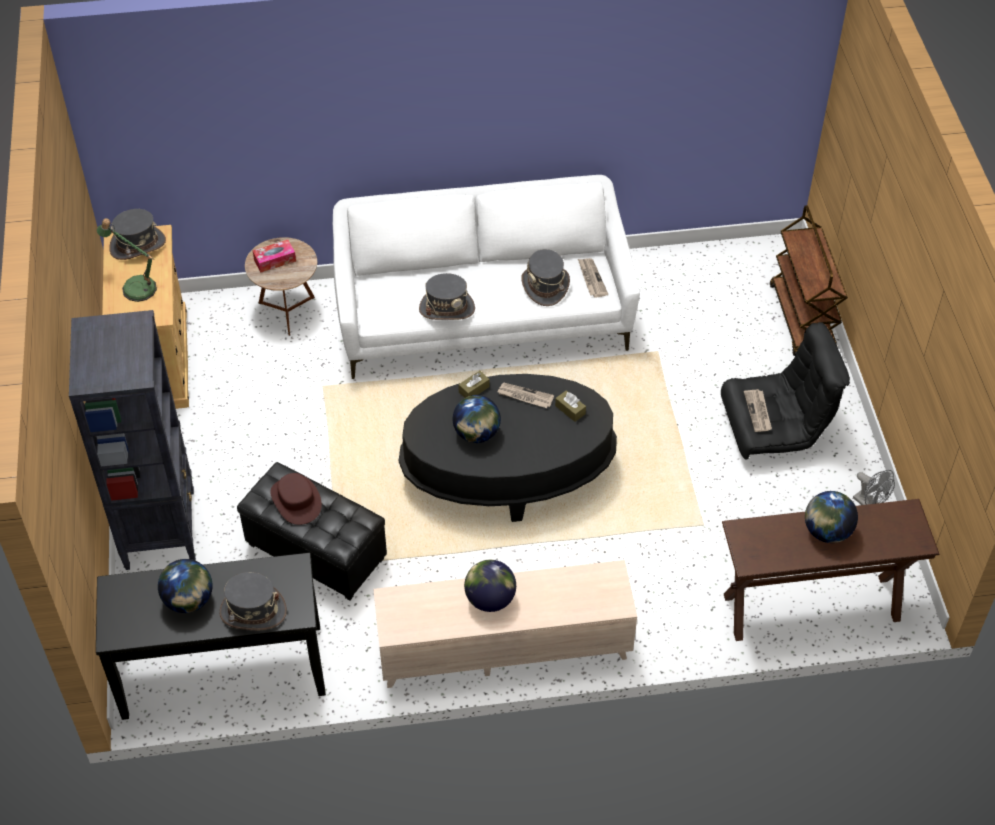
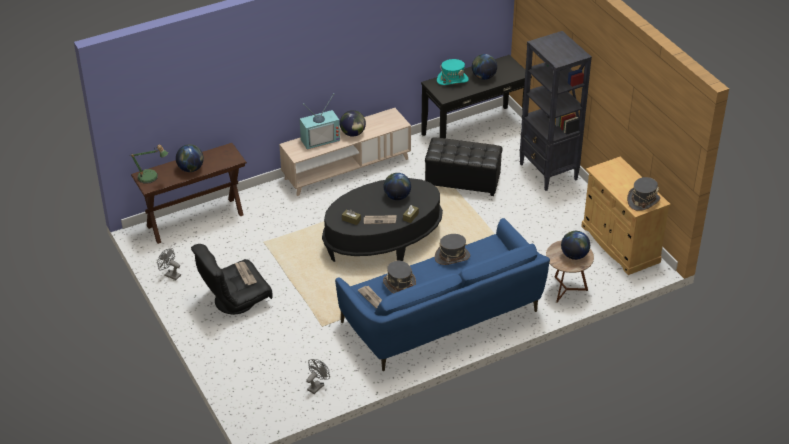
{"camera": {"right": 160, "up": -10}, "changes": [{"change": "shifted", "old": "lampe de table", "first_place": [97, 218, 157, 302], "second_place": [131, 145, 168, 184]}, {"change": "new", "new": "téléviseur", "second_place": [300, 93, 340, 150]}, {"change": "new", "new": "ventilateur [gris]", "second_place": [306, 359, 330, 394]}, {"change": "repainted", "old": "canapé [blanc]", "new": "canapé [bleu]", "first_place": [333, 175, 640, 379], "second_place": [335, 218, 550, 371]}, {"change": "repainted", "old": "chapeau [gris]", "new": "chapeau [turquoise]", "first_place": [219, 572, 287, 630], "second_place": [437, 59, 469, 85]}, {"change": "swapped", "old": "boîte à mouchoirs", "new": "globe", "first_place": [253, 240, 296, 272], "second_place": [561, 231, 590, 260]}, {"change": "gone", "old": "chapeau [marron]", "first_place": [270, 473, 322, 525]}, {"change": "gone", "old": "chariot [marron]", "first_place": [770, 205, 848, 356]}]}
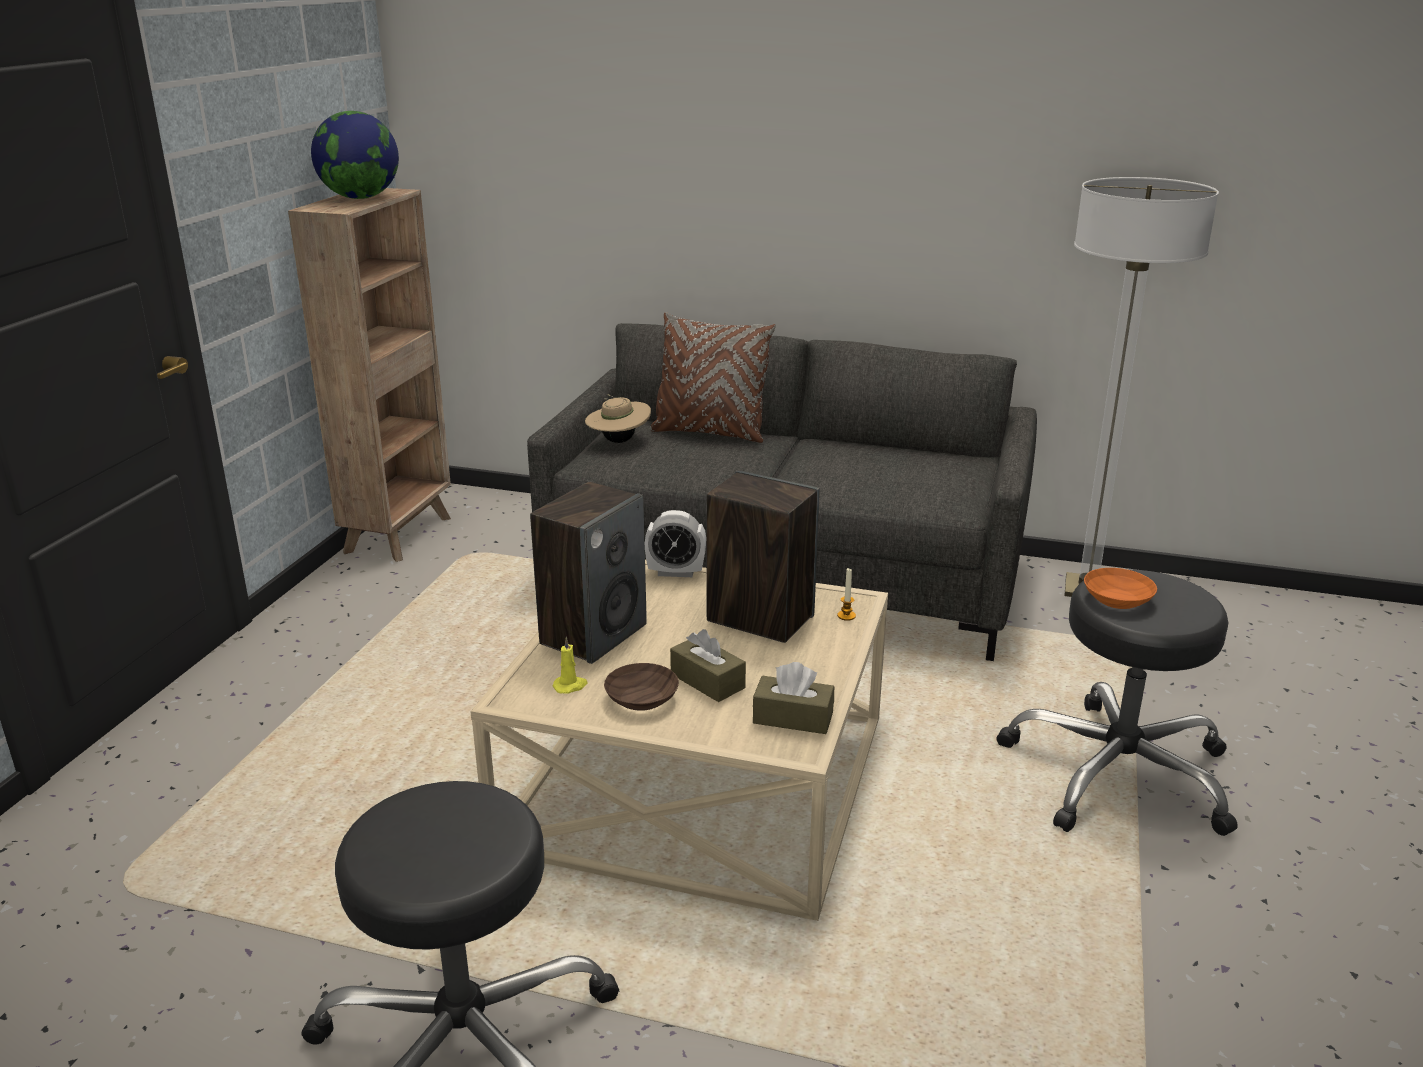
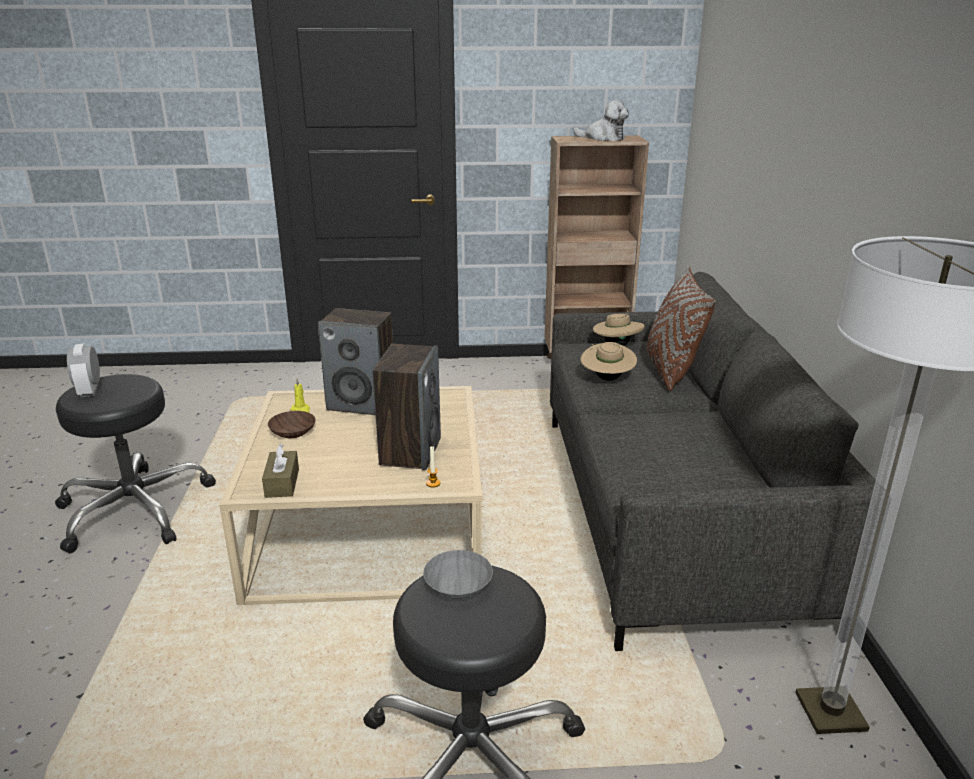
{"camera": {"right": 70, "up": 0}, "changes": [{"change": "shifted", "old": "réveil", "first_place": [645, 510, 706, 577], "second_place": [67, 344, 100, 397]}, {"change": "repainted", "old": "bol [orange]", "new": "bol [gris]", "first_place": [1084, 568, 1157, 609], "second_place": [423, 550, 493, 599]}, {"change": "swapped", "old": "globe", "new": "peluche", "first_place": [311, 111, 399, 199], "second_place": [573, 100, 629, 141]}, {"change": "new", "new": "chapeau [beige]", "second_place": [581, 342, 637, 381]}, {"change": "gone", "old": "boîte à mouchoirs [marron]", "first_place": [670, 629, 746, 702]}]}
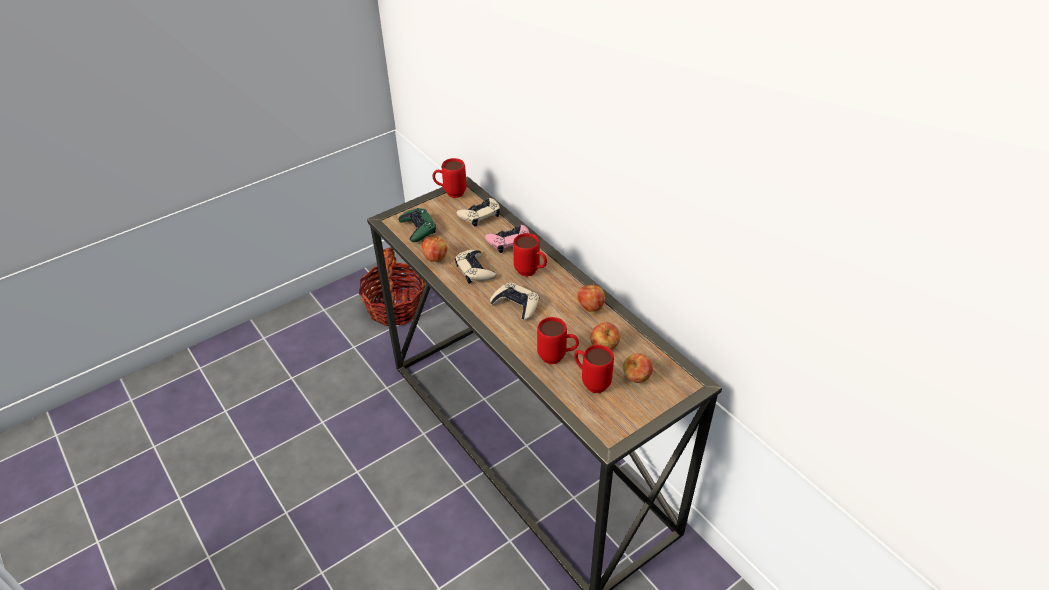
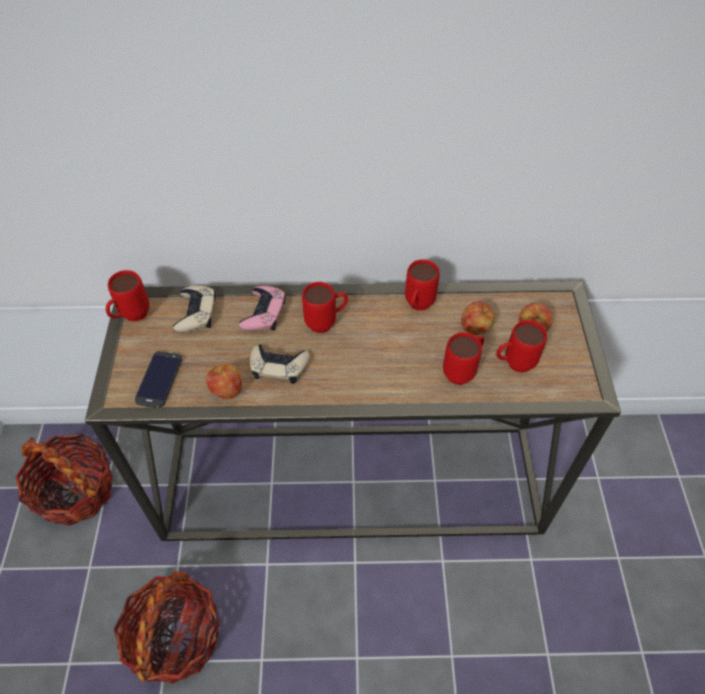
{"camera": {"right": -55, "up": 10}, "changes": [{"change": "new", "new": "panier", "second_place": [114, 571, 220, 684]}, {"change": "swapped", "old": "manette [vert]", "new": "téléphone", "first_place": [398, 208, 436, 242], "second_place": [135, 351, 182, 408]}, {"change": "swapped", "old": "pomme", "new": "mug [rouge]", "first_place": [577, 284, 605, 312], "second_place": [405, 259, 440, 310]}, {"change": "gone", "old": "manette [beige]", "first_place": [490, 283, 539, 321]}]}
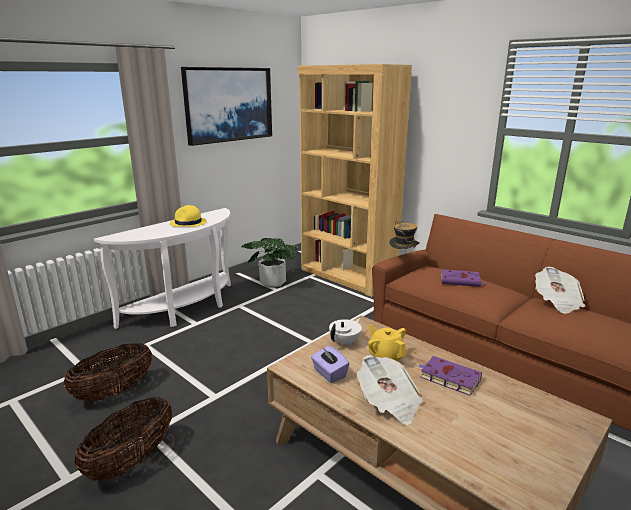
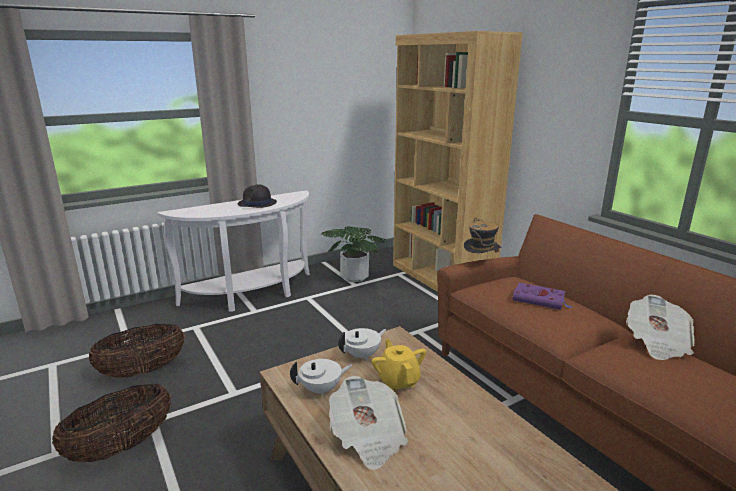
{"camera": {"right": 15, "up": 0}, "changes": [{"change": "repainted", "old": "chapeau [jaune]", "new": "chapeau [noir]", "first_place": [170, 205, 207, 227], "second_place": [238, 184, 277, 208]}, {"change": "swapped", "old": "boîte à mouchoirs [violet]", "new": "théière [blanc]", "first_place": [311, 346, 349, 383], "second_place": [290, 359, 352, 397]}, {"change": "gone", "old": "tableau", "first_place": [181, 67, 272, 146]}, {"change": "gone", "old": "livre [violet]", "first_place": [418, 356, 482, 396]}]}
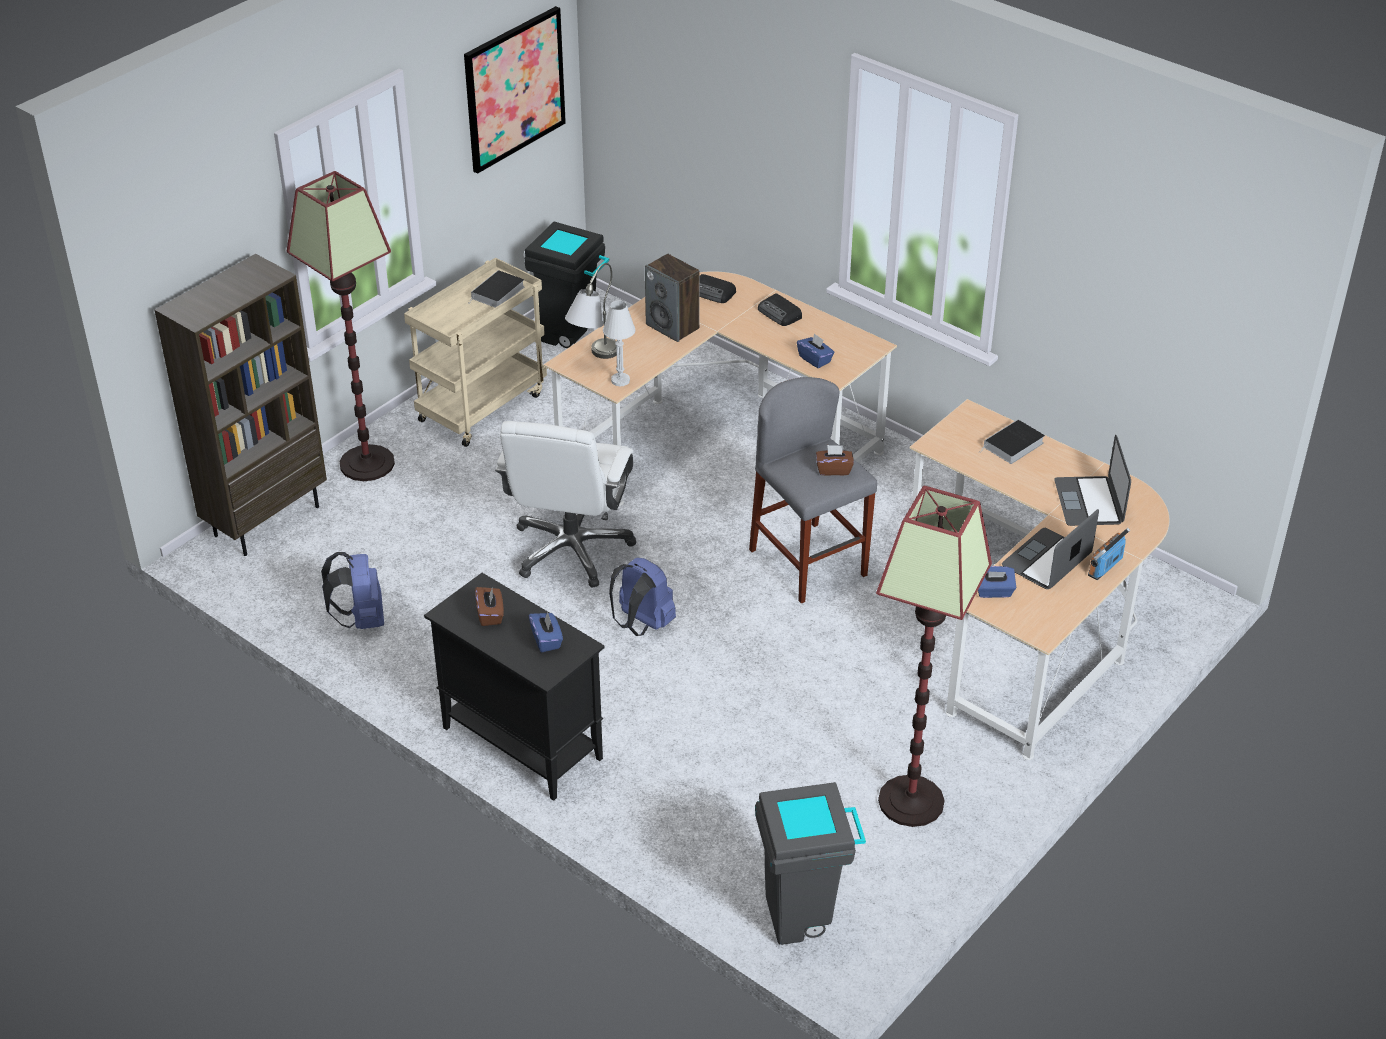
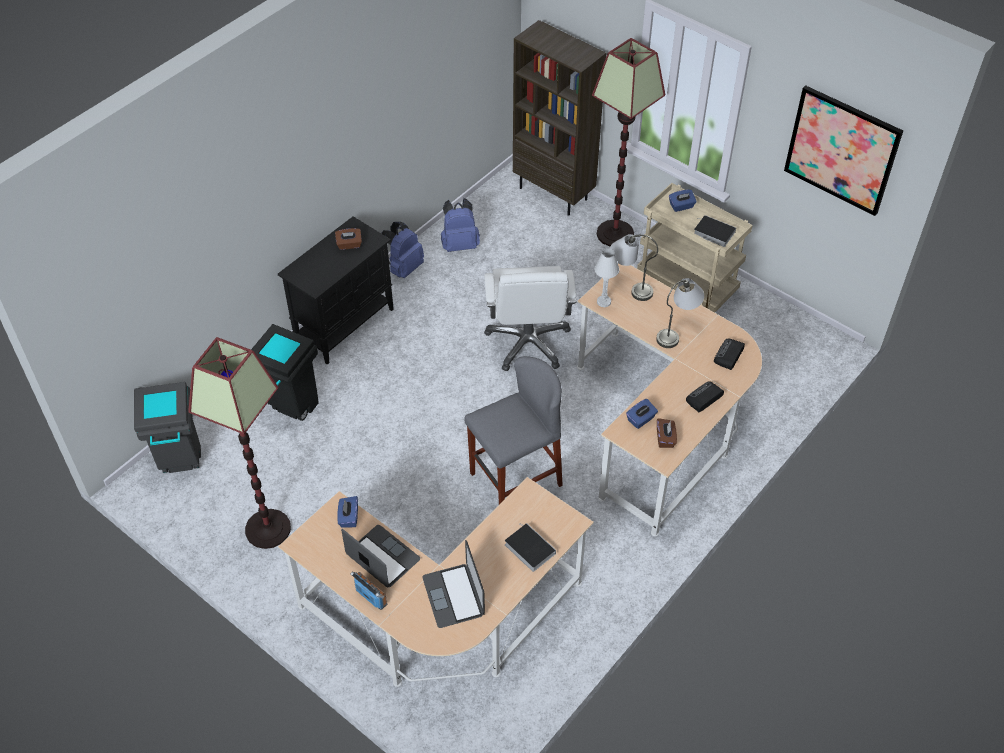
{"camera": {"right": 90, "up": 10}, "changes": [{"change": "shifted", "old": "poubelle [noir]", "first_place": [524, 222, 610, 348], "second_place": [251, 324, 319, 421]}, {"change": "shifted", "old": "sac à dos [bleu]", "first_place": [609, 557, 676, 636], "second_place": [381, 222, 424, 278]}, {"change": "rotated", "old": "ordinateur portable", "first_place": [1054, 435, 1131, 526], "second_place": [422, 540, 485, 628], "degrees": -105}, {"change": "rotated", "old": "chaise de bureau [blanc]", "first_place": [495, 421, 636, 588], "second_place": [484, 266, 576, 371], "degrees": -105}, {"change": "swapped", "old": "enceinte", "new": "lampe de table [gris]", "first_place": [645, 254, 700, 342], "second_place": [656, 278, 704, 348]}, {"change": "shifted", "old": "boîte à mouchoirs [marron]", "first_place": [816, 445, 854, 475], "second_place": [657, 418, 677, 448]}, {"change": "shifted", "old": "boîte à mouchoirs [bleu]", "first_place": [529, 612, 563, 652], "second_place": [669, 190, 697, 212]}]}
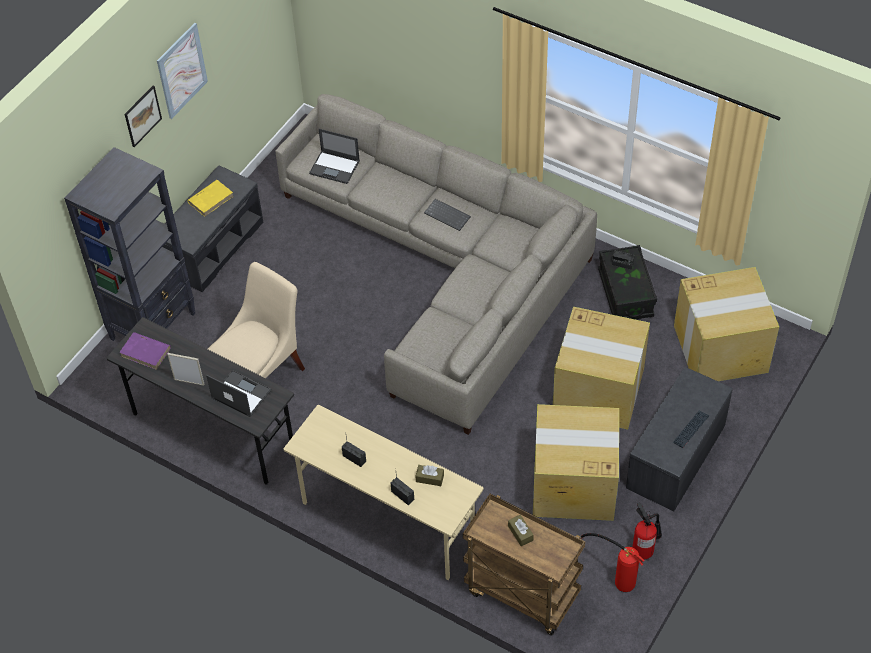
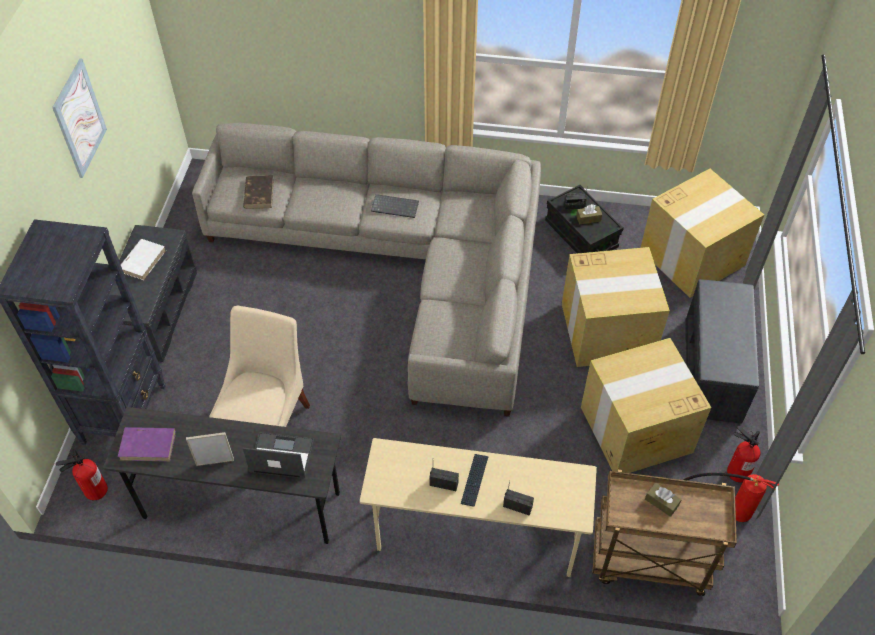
{"camera": {"right": -25, "up": 0}, "changes": [{"change": "new", "new": "extincteur", "second_place": [56, 449, 108, 500]}, {"change": "repainted", "old": "livre [jaune]", "new": "livre [blanc]", "first_place": [187, 180, 234, 217], "second_place": [121, 239, 166, 280]}, {"change": "swapped", "old": "ordinateur portable", "new": "livre [marron]", "first_place": [309, 129, 360, 184], "second_place": [243, 175, 274, 209]}, {"change": "shifted", "old": "clavier", "first_place": [673, 410, 709, 448], "second_place": [461, 454, 489, 507]}, {"change": "shifted", "old": "boîte à mouchoirs [marron]", "first_place": [415, 465, 444, 486], "second_place": [576, 204, 602, 225]}, {"change": "gone", "old": "tableau", "first_place": [125, 86, 162, 147]}]}
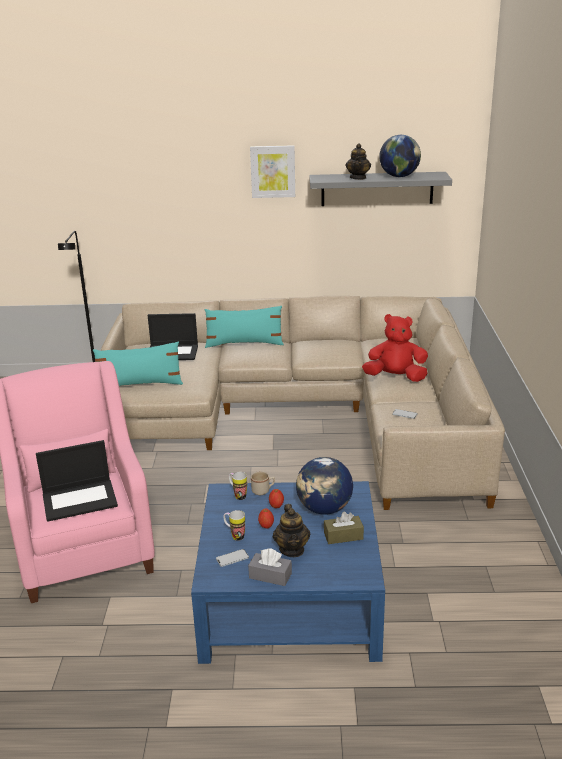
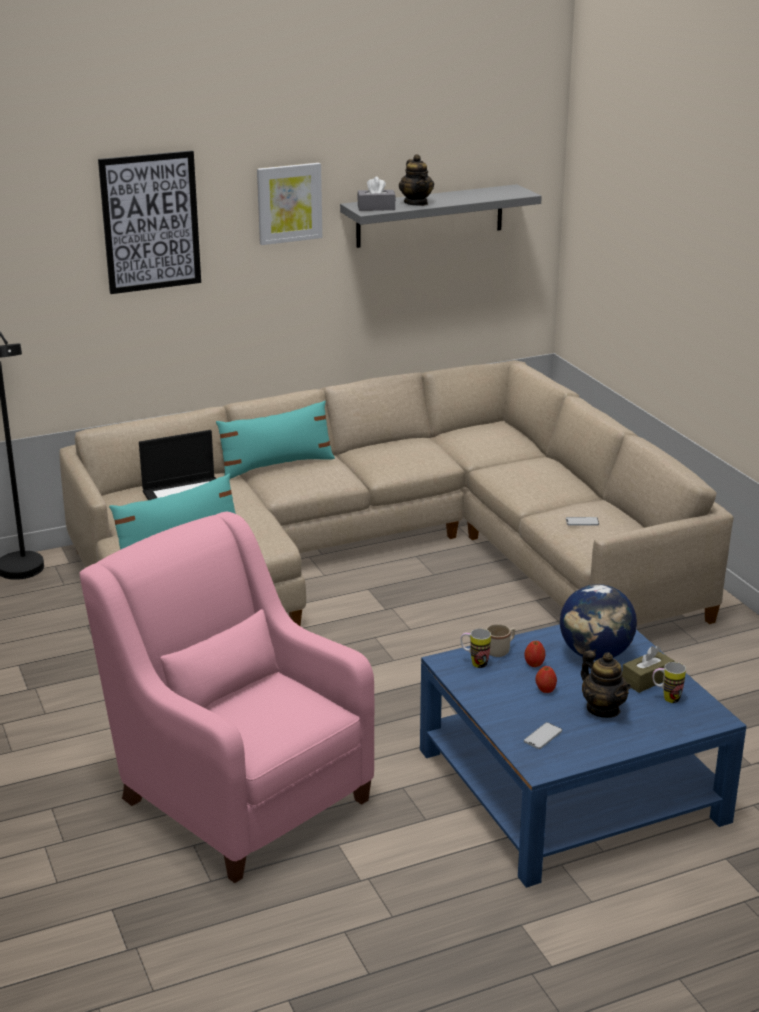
{"camera": {"right": -25, "up": 0}, "changes": [{"change": "new", "new": "tableau", "second_place": [98, 150, 201, 294]}, {"change": "shifted", "old": "boîte à mouchoirs [gris]", "first_place": [248, 548, 292, 586], "second_place": [357, 177, 396, 211]}, {"change": "shifted", "old": "mug", "first_place": [223, 510, 245, 541], "second_place": [653, 662, 686, 703]}, {"change": "gone", "old": "ordinateur portable", "first_place": [36, 440, 118, 522]}, {"change": "gone", "old": "peluche [rouge]", "first_place": [362, 314, 428, 382]}, {"change": "gone", "old": "globe", "first_place": [379, 135, 421, 177]}]}
